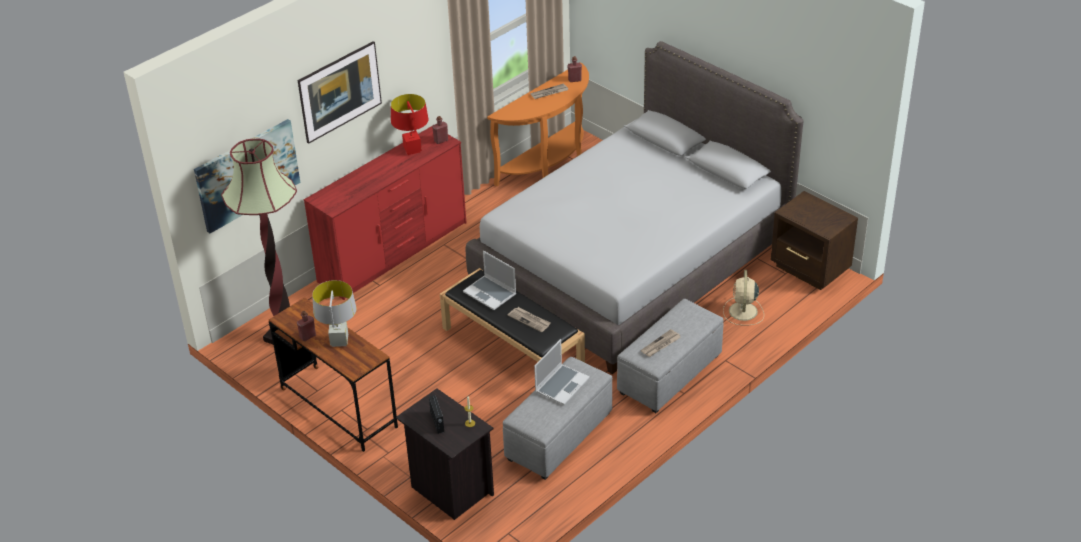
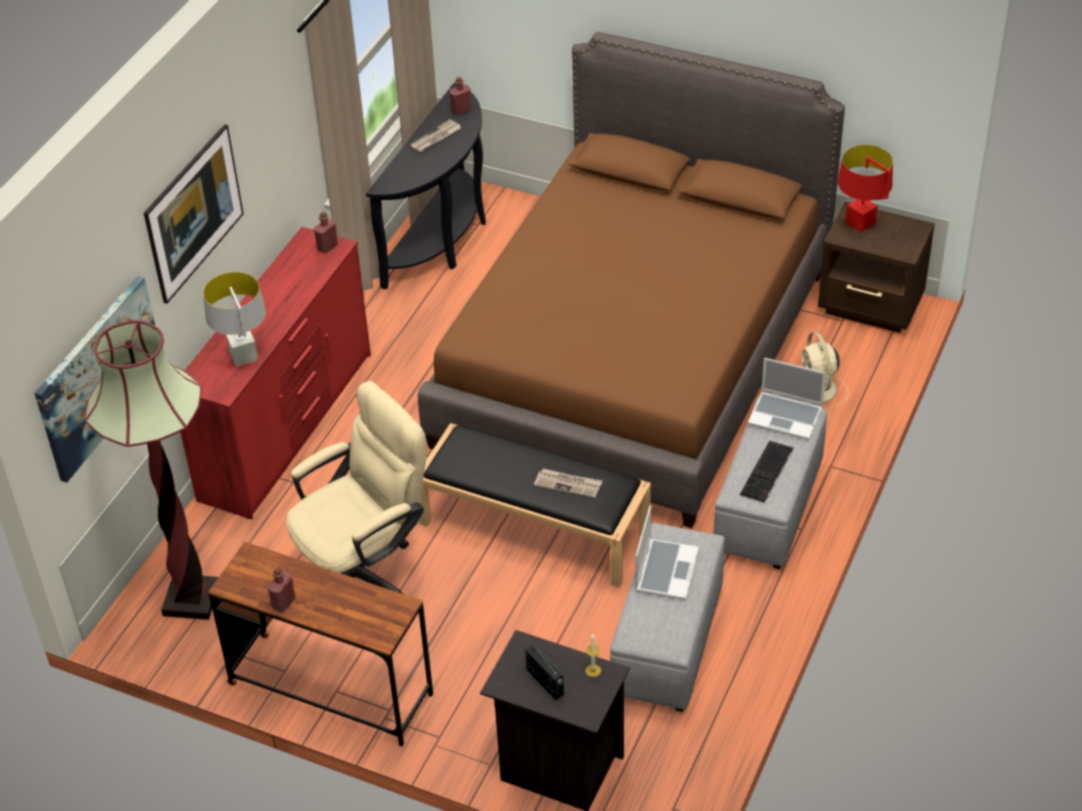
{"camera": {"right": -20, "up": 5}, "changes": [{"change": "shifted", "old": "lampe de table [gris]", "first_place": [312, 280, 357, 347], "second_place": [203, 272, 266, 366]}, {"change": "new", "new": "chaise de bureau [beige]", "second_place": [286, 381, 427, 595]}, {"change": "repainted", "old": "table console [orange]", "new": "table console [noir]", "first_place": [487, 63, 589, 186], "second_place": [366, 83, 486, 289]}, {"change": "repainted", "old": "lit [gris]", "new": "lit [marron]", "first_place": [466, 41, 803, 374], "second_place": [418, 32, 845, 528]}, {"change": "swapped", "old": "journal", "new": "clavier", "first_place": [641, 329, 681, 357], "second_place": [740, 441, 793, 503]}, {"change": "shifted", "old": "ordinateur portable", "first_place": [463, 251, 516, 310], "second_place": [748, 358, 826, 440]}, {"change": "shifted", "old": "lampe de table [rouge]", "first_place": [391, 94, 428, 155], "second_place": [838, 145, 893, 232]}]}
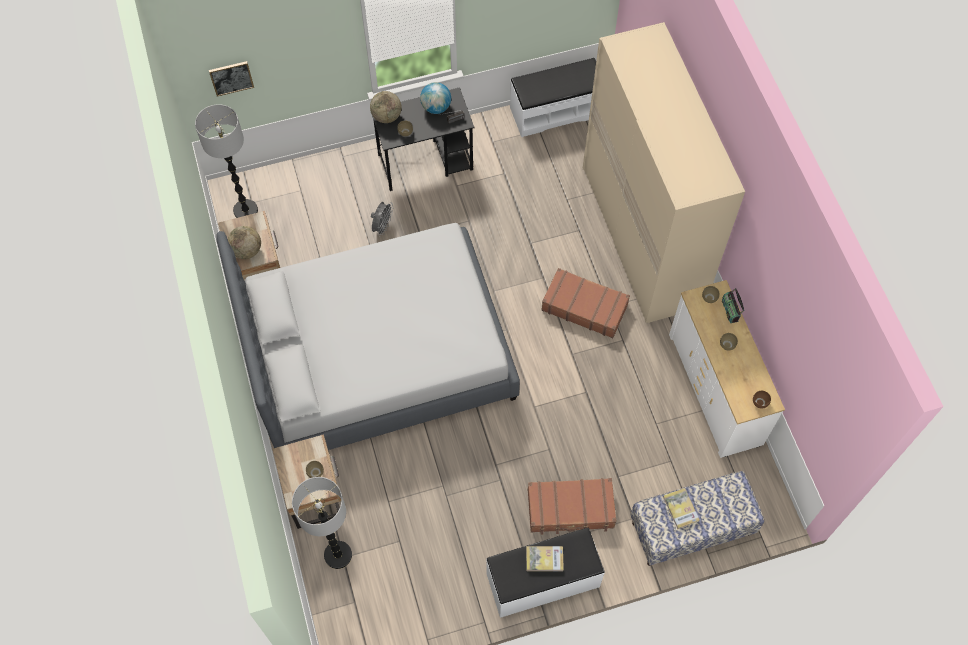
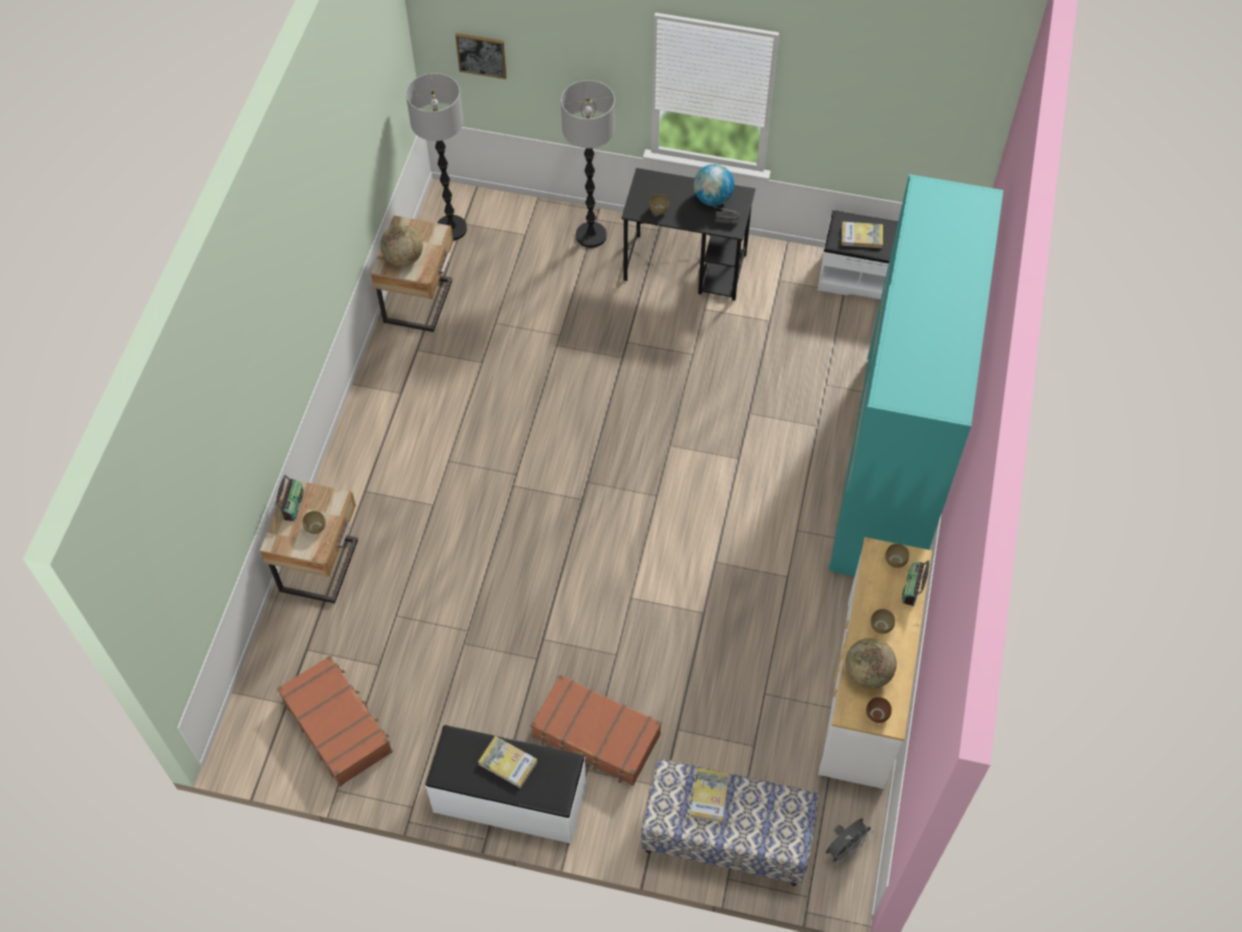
{"camera": {"right": 30, "up": -5}, "changes": [{"change": "new", "new": "radio", "second_place": [276, 475, 304, 522]}, {"change": "shifted", "old": "valise [marron]", "first_place": [541, 268, 630, 339], "second_place": [277, 656, 393, 786]}, {"change": "shifted", "old": "lampadaire", "first_place": [292, 477, 352, 569], "second_place": [561, 80, 615, 248]}, {"change": "shifted", "old": "ventilateur [gris]", "first_place": [371, 202, 393, 237], "second_place": [826, 819, 875, 866]}, {"change": "repainted", "old": "armoire [beige]", "new": "armoire [turquoise]", "first_place": [582, 22, 745, 323], "second_place": [829, 174, 1004, 577]}, {"change": "new", "new": "livre", "second_place": [842, 222, 883, 248]}, {"change": "shifted", "old": "globe", "first_place": [370, 91, 402, 123], "second_place": [845, 638, 897, 689]}, {"change": "gone", "old": "lit [gris]", "first_place": [216, 223, 520, 450]}]}
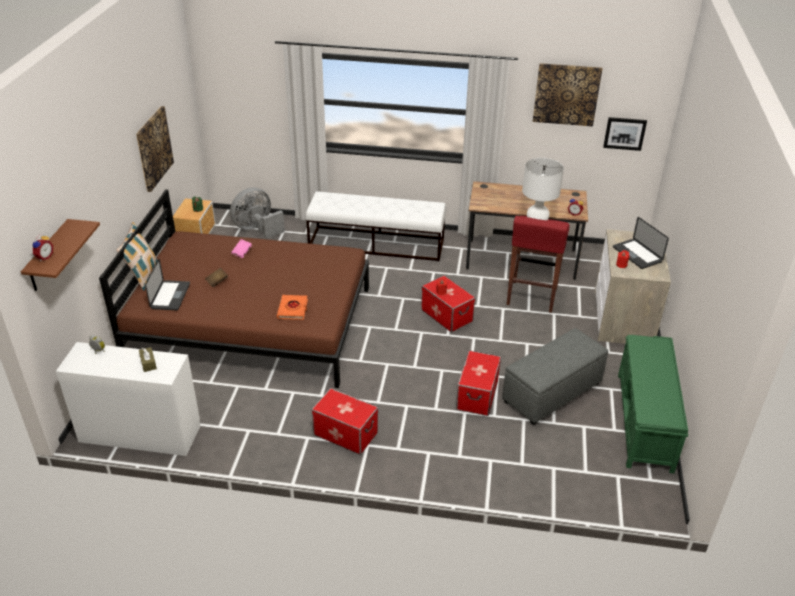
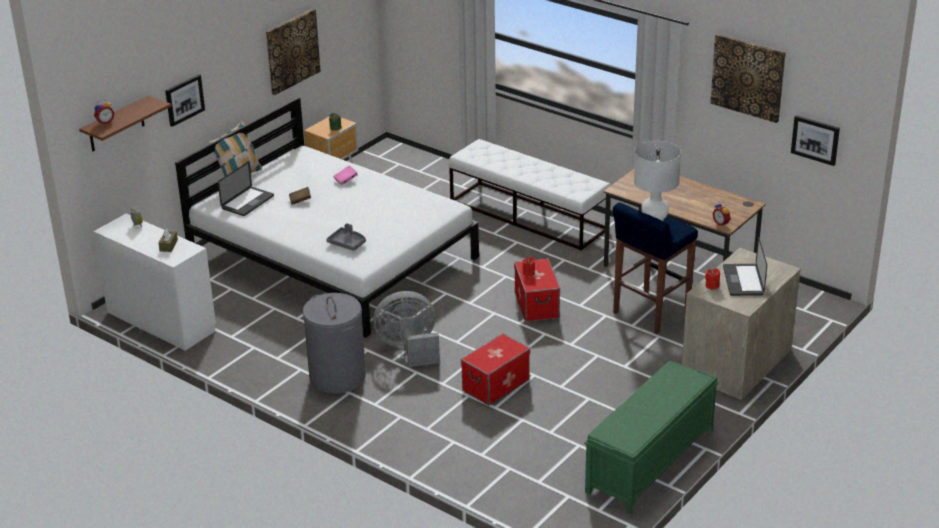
{"camera": {"right": 30, "up": -5}, "changes": [{"change": "new", "new": "tableau", "second_place": [165, 74, 205, 127]}, {"change": "repainted", "old": "lit [marron]", "new": "lit [blanc]", "first_place": [99, 189, 369, 388], "second_place": [175, 97, 479, 338]}, {"change": "swapped", "old": "boîte de rangement", "new": "panier à linge [gris]", "first_place": [311, 388, 378, 455], "second_place": [302, 293, 366, 394]}, {"change": "swapped", "old": "livre [orange]", "new": "plateau [gris]", "first_place": [277, 295, 308, 320], "second_place": [326, 223, 366, 251]}, {"change": "shifted", "old": "ventilateur [gris]", "first_place": [230, 187, 285, 239], "second_place": [373, 291, 440, 367]}, {"change": "repainted", "old": "tabouret [rouge]", "new": "tabouret [bleu]", "first_place": [507, 216, 569, 313], "second_place": [613, 202, 698, 334]}, {"change": "gone", "old": "pouf [gris]", "first_place": [502, 328, 608, 425]}]}
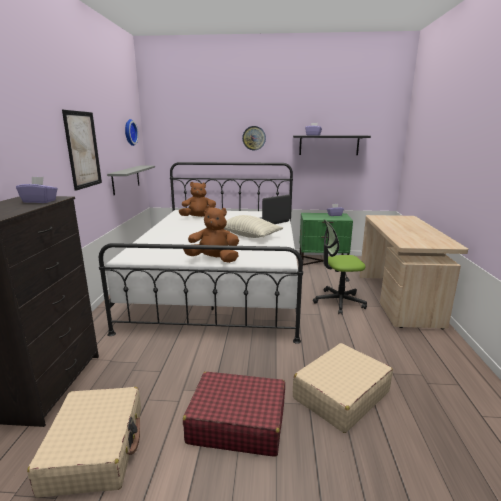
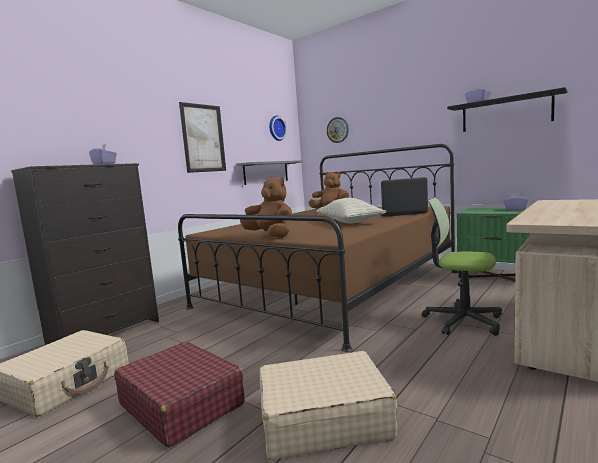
{"camera": {"right": 35, "up": -10}, "changes": [{"change": "repainted", "old": "lit [blanc]", "new": "lit [marron]", "first_place": [99, 162, 303, 344], "second_place": [178, 144, 455, 352]}, {"change": "shifted", "old": "horloge murale", "first_place": [242, 126, 266, 150], "second_place": [327, 117, 349, 143]}]}
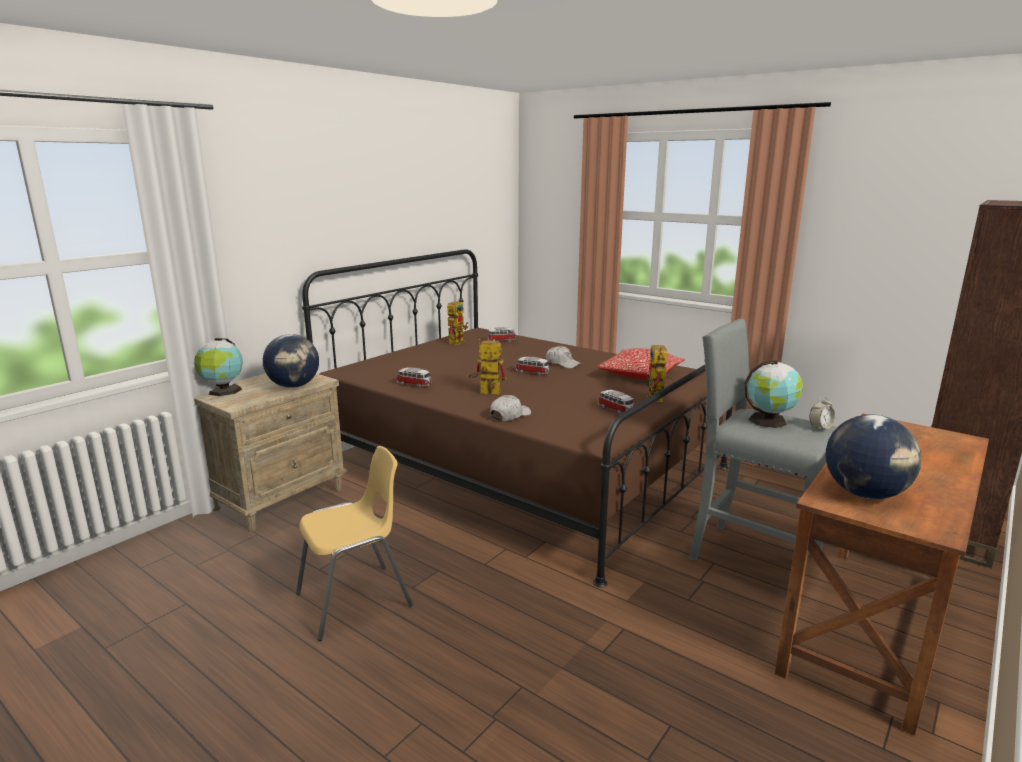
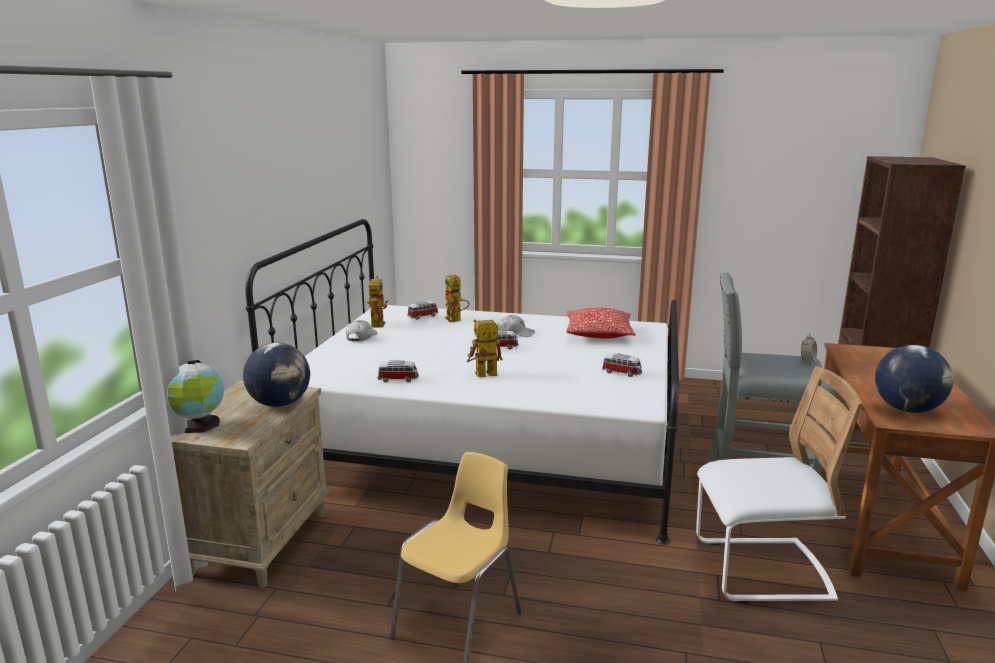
{"camera": {"right": -25, "up": 0}, "changes": [{"change": "repainted", "old": "lit [marron]", "new": "lit [blanc]", "first_place": [302, 249, 732, 588], "second_place": [245, 219, 679, 545]}, {"change": "shifted", "old": "casquette [blanc]", "first_place": [490, 395, 531, 421], "second_place": [346, 320, 378, 341]}, {"change": "shifted", "old": "robot jouet", "first_place": [646, 345, 675, 402], "second_place": [445, 275, 469, 322]}, {"change": "new", "new": "chaise [blanc]", "second_place": [696, 366, 862, 603]}, {"change": "gone", "old": "globe", "first_place": [745, 360, 803, 428]}]}
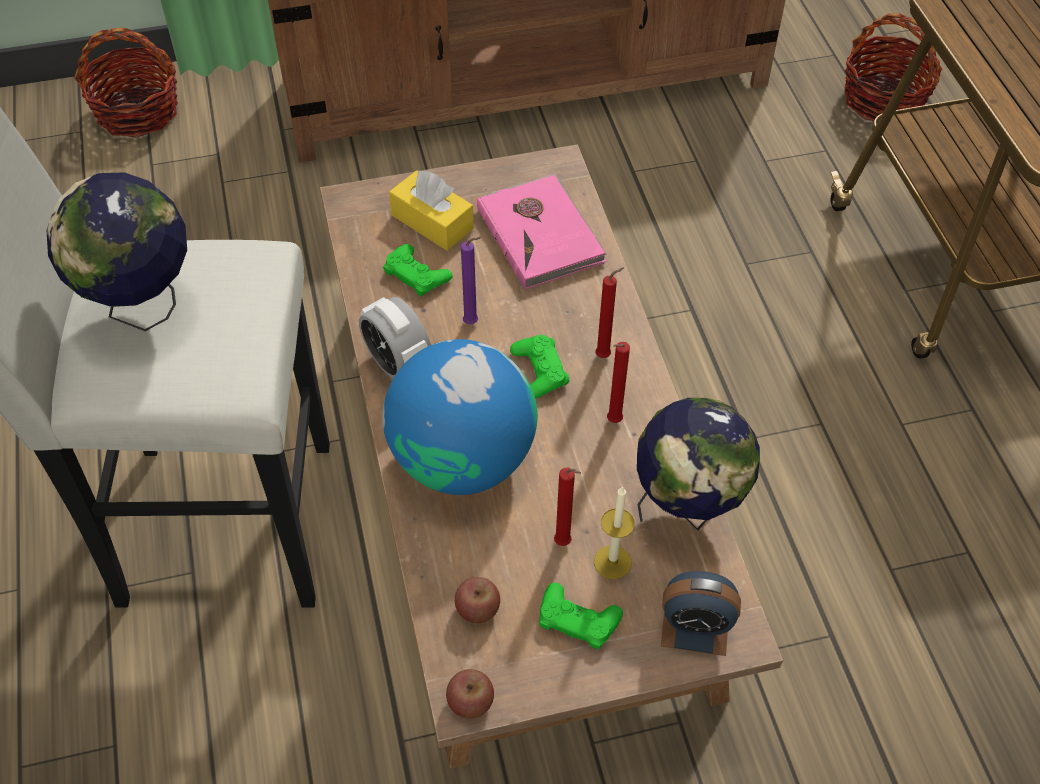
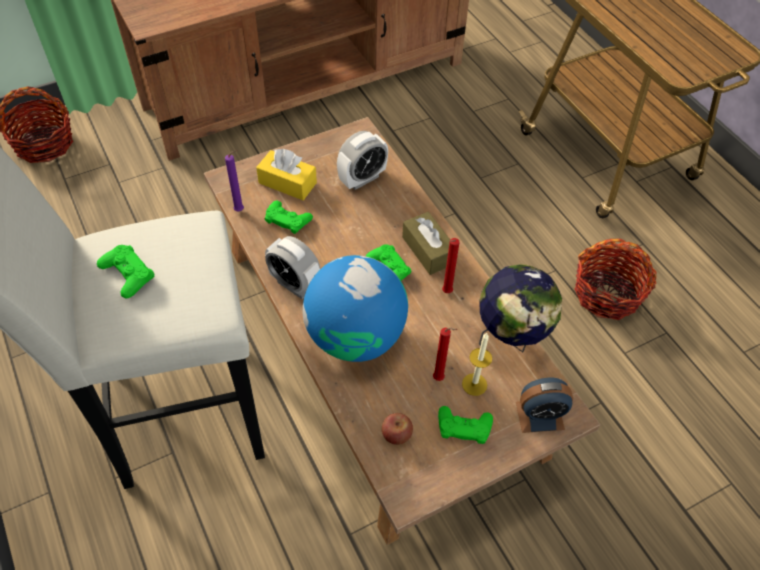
{"camera": {"right": -15, "up": 0}, "changes": [{"change": "swapped", "old": "globe", "new": "manette [vert]", "first_place": [47, 172, 187, 331], "second_place": [97, 245, 155, 298]}, {"change": "shifted", "old": "bougie [violet]", "first_place": [461, 237, 481, 324], "second_place": [225, 150, 244, 212]}, {"change": "swapped", "old": "livre [rose]", "new": "réveil", "first_place": [477, 173, 607, 290], "second_place": [337, 131, 388, 190]}, {"change": "swapped", "old": "bougie [rouge]", "new": "boîte à mouchoirs [marron]", "first_place": [595, 267, 624, 358], "second_place": [402, 212, 450, 275]}, {"change": "shifted", "old": "panier", "first_place": [844, 13, 942, 123], "second_place": [575, 239, 657, 320]}, {"change": "gone", "old": "pomme", "first_place": [446, 669, 494, 719]}]}
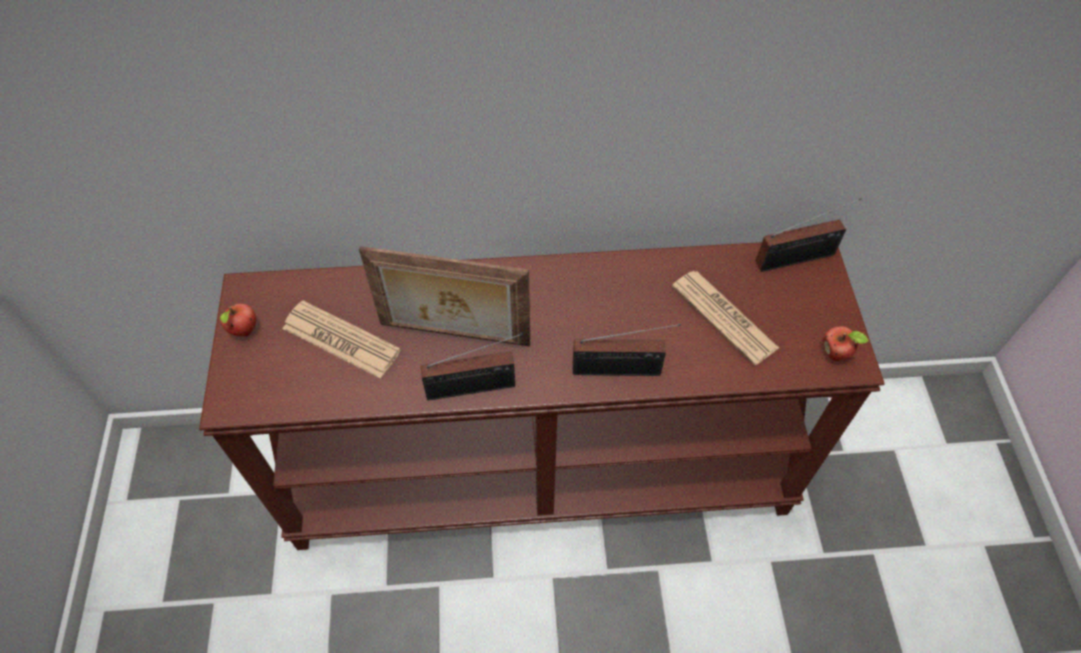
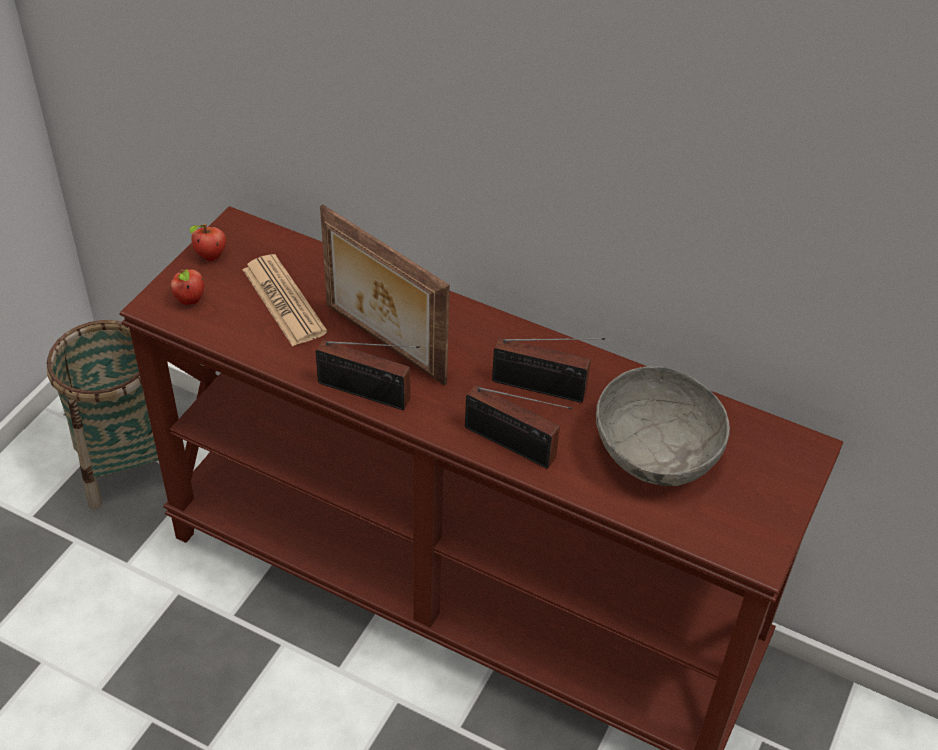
{"camera": {"right": 30, "up": -10}, "changes": [{"change": "new", "new": "panier", "second_place": [46, 320, 159, 510]}, {"change": "shifted", "old": "pomme", "first_place": [823, 326, 869, 361], "second_place": [170, 269, 204, 305]}, {"change": "shifted", "old": "radio", "first_place": [756, 198, 862, 272], "second_place": [492, 338, 605, 403]}, {"change": "swapped", "old": "journal", "new": "bol [gris]", "first_place": [672, 271, 779, 366], "second_place": [596, 366, 730, 486]}]}
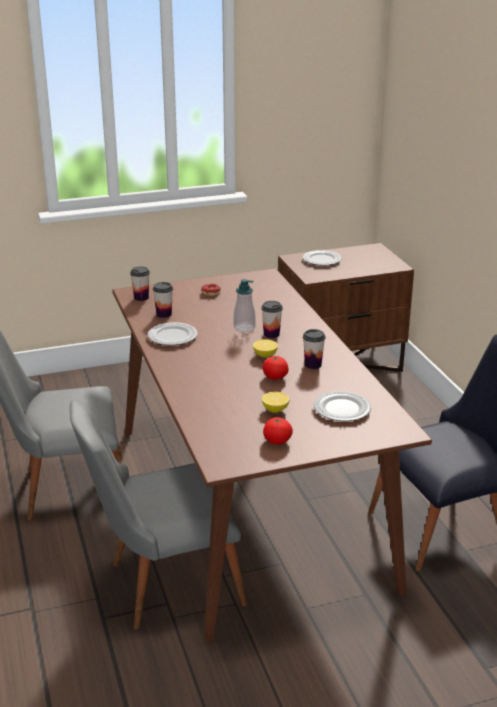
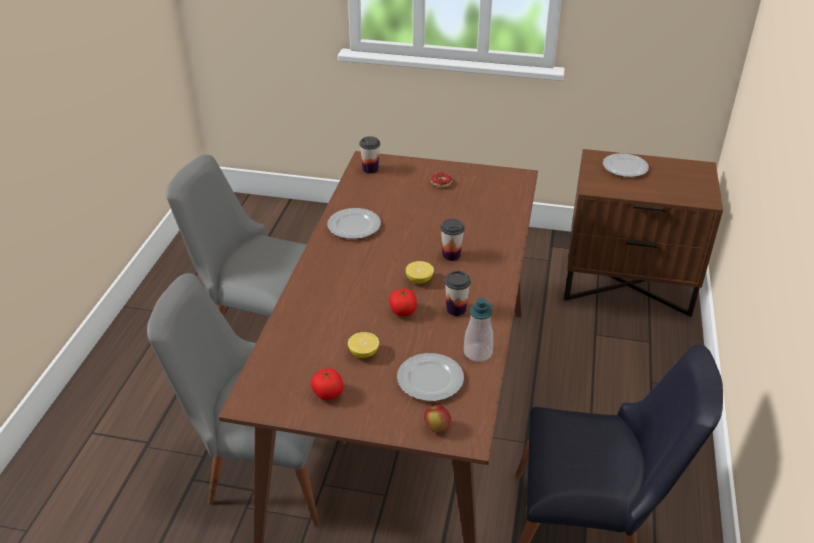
{"camera": {"right": 30, "up": 10}, "changes": [{"change": "new", "new": "pomme", "second_place": [424, 405, 451, 433]}, {"change": "shifted", "old": "distributeur de savon", "first_place": [233, 279, 256, 332], "second_place": [464, 298, 493, 362]}, {"change": "gone", "old": "tasse", "first_place": [153, 282, 173, 318]}]}
